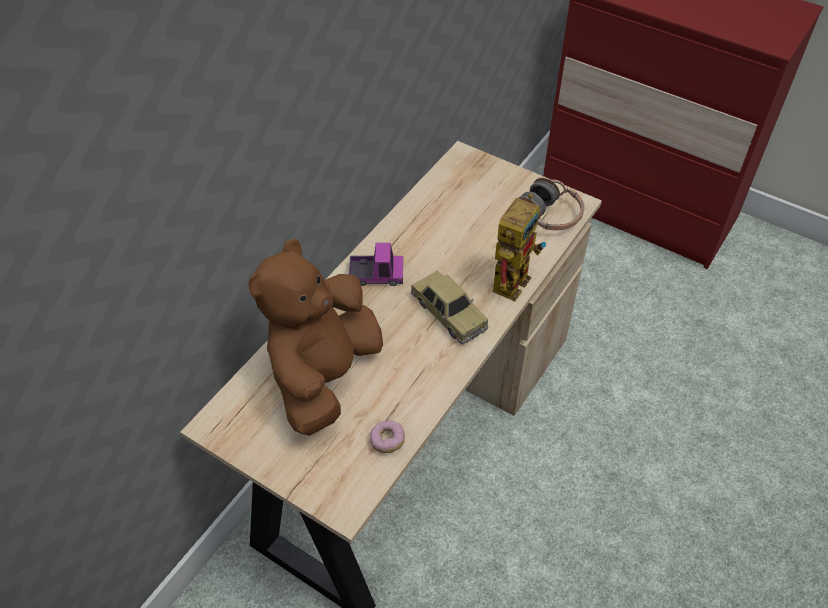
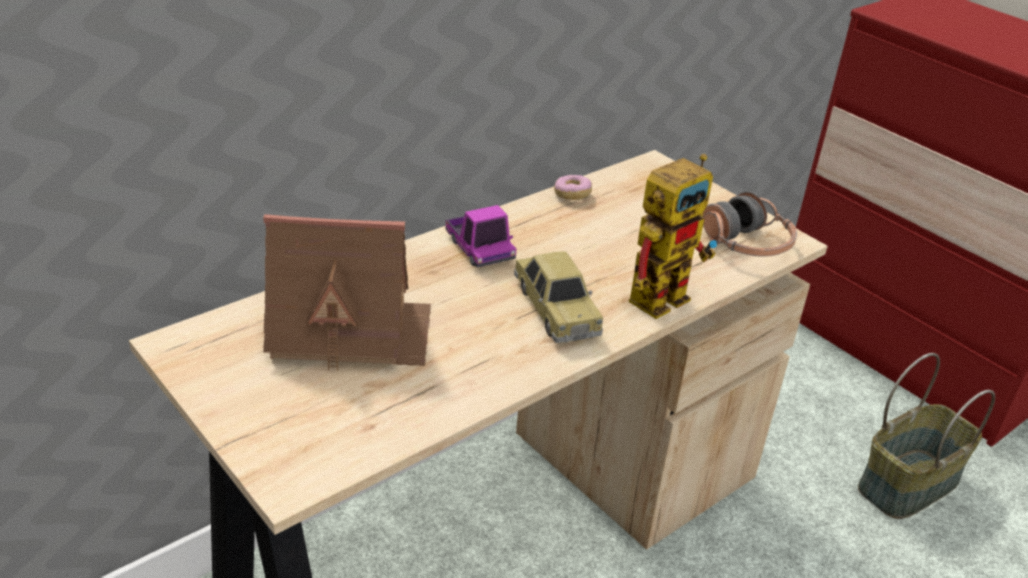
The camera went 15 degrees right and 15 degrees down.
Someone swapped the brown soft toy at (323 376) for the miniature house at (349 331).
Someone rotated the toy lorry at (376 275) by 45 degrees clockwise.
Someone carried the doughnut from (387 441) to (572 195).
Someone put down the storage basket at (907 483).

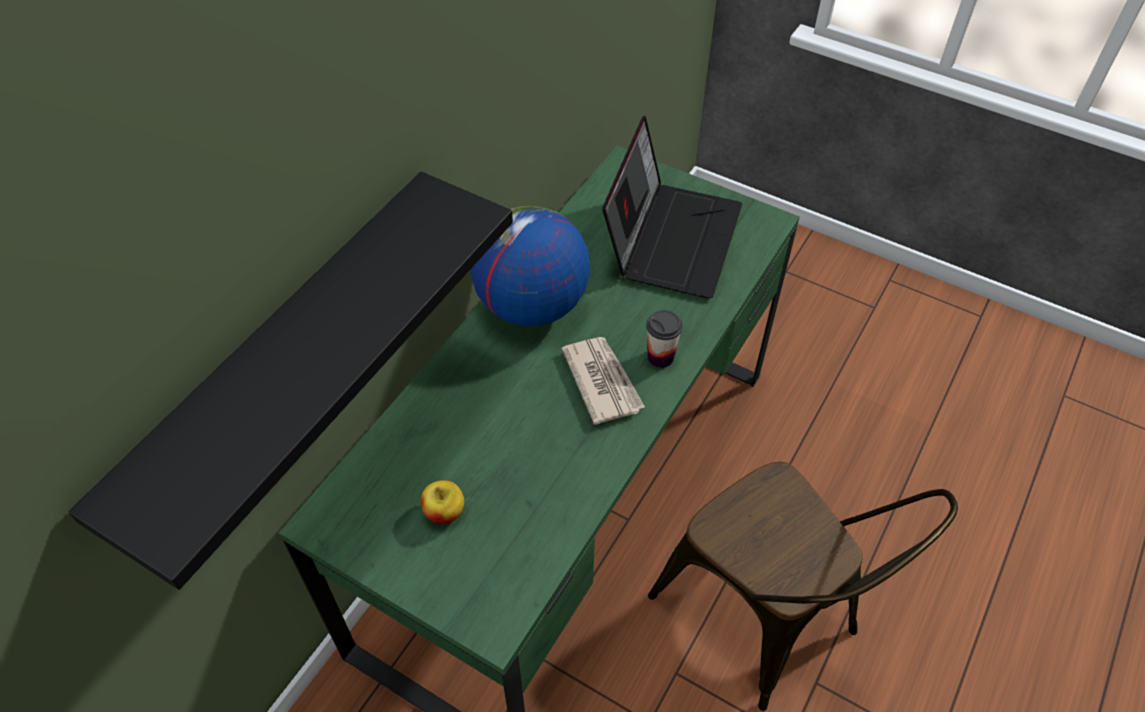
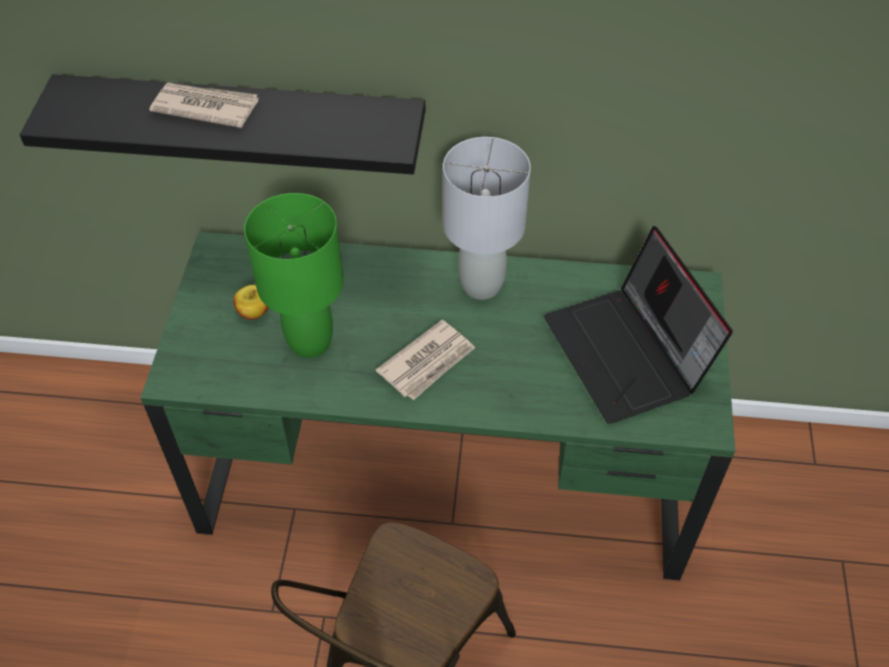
The camera went 65 degrees right and 0 degrees up.
Someone rotated the laptop at (671 237) by 75 degrees clockwise.
Someone swapped the world globe at (531 306) for the grey tabletop lamp at (480 286).
Someone took away the cup at (660 357).
Someone put down the daily paper at (205 107).
Someone put down the greenish tabletop lamp at (310 341).

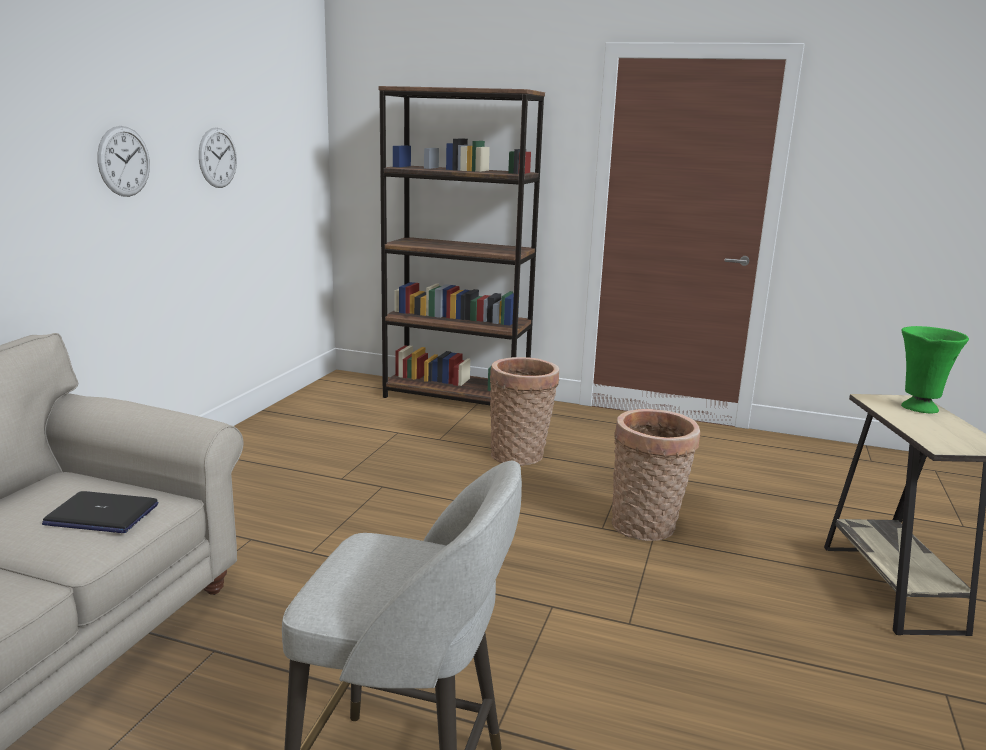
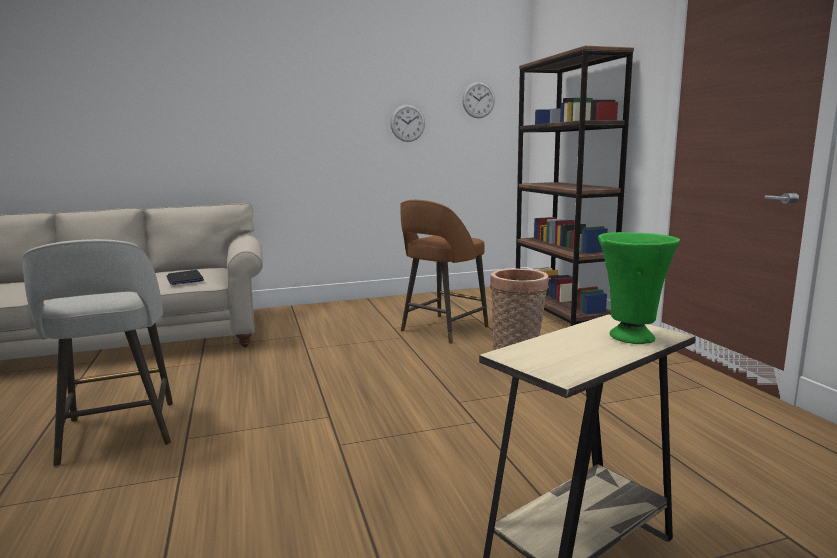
The camera went 55 degrees right and 5 degrees down.
Someone carried the clock on the wall from (124 161) to (478 100).
Someone took away the storage basket at (647 527).
Someone put down the brown sitting stool at (442 329).

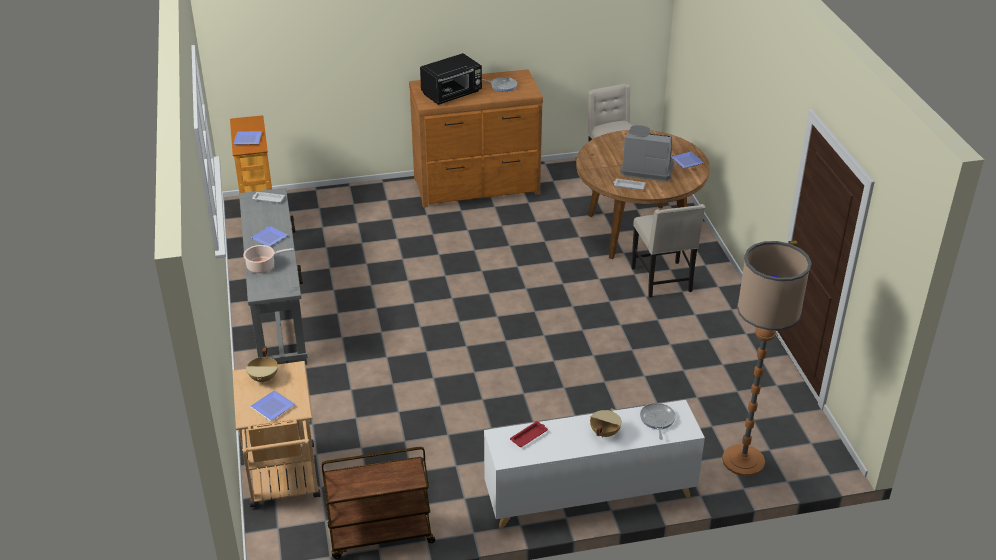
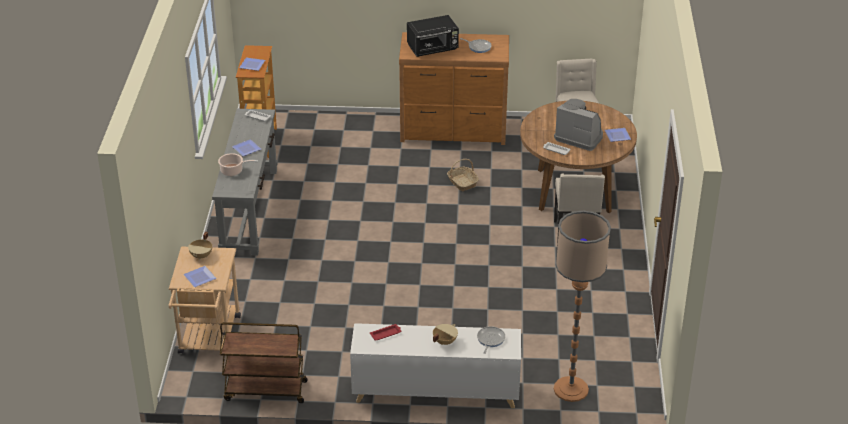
The camera went 15 degrees right and 0 degrees up.
Someone put down the storage basket at (462 182).

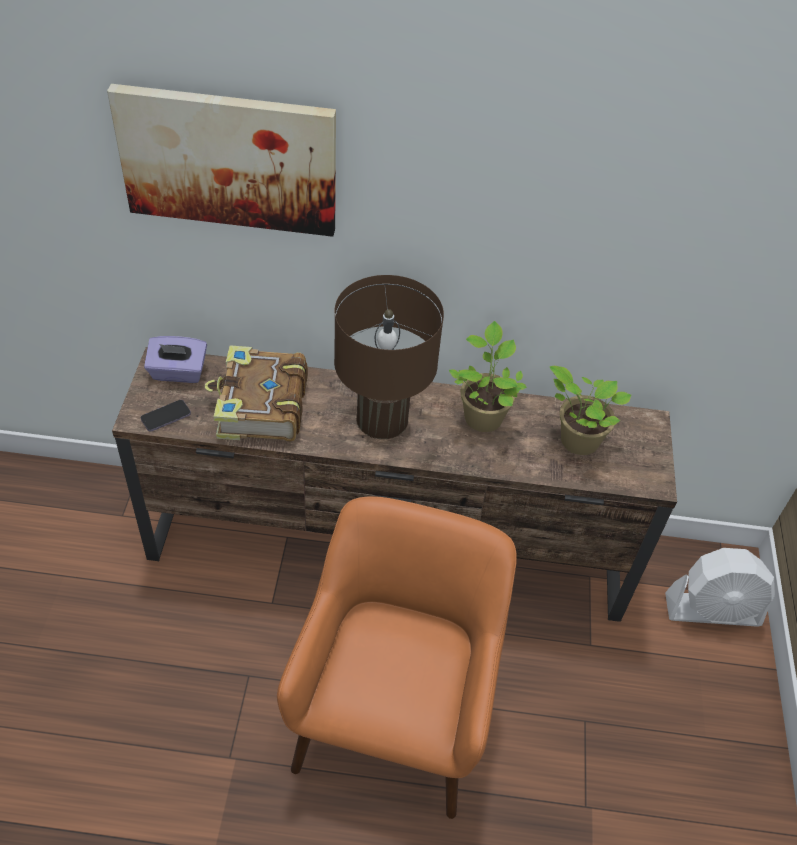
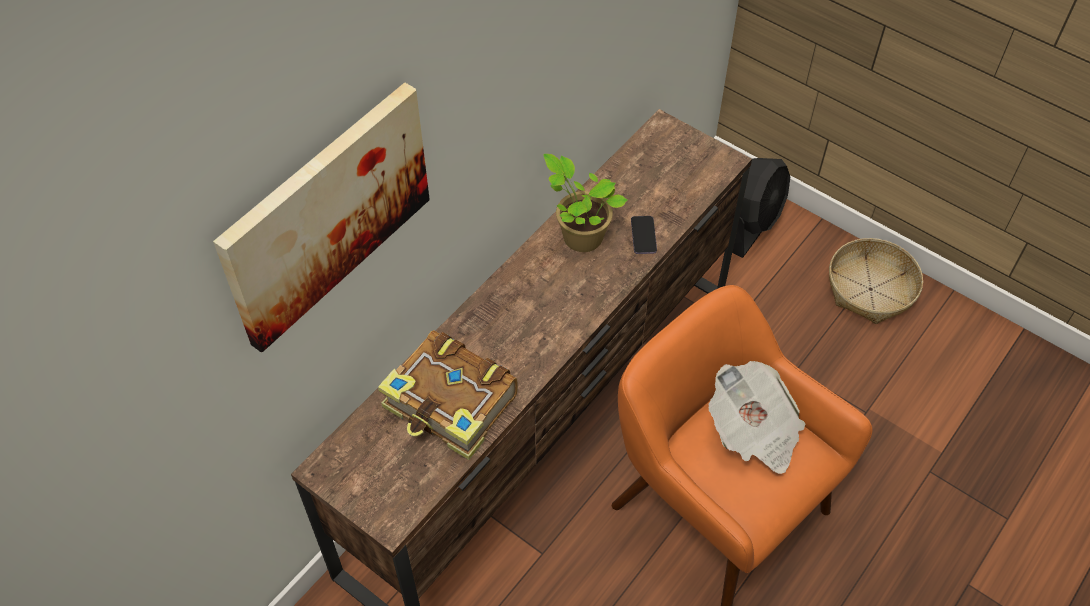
The camera went 55 degrees left and 5 degrees up.
Someone took away the brown tabletop lamp at (382 419).
Someone took away the purple tissue box at (178 373).
Someone took away the houseplant at (576 440).
Someone carried the handset from (166 417) to (643 236).
Someone repainted the whitish fan at (712 610), which became the blackish fan at (750 224).
Someone put down the storage basket at (870 289).
Someone put down the daily paper at (754 431).

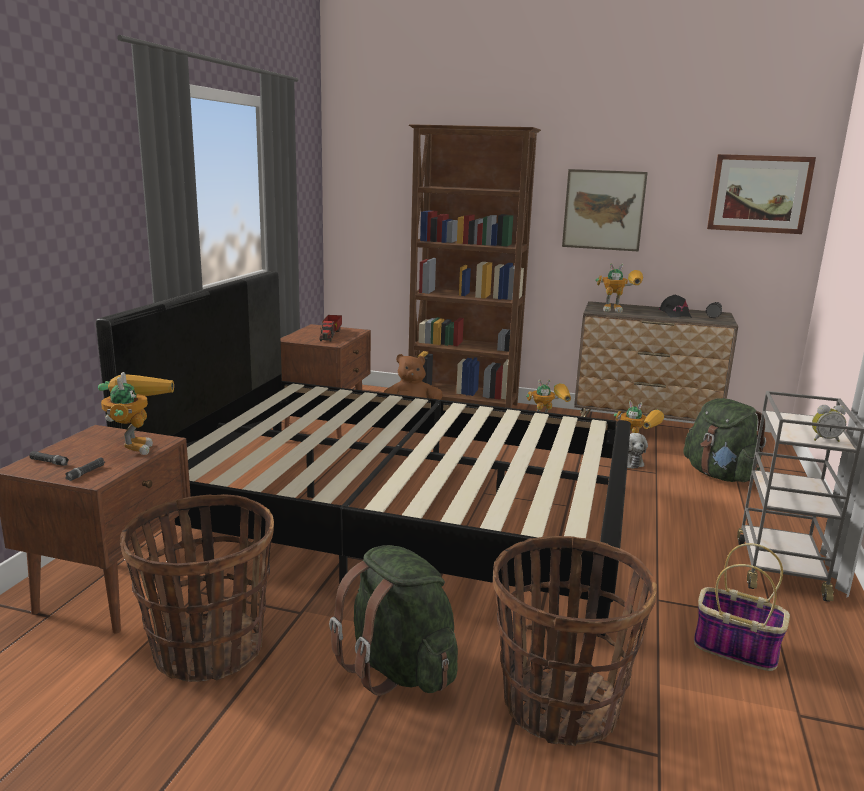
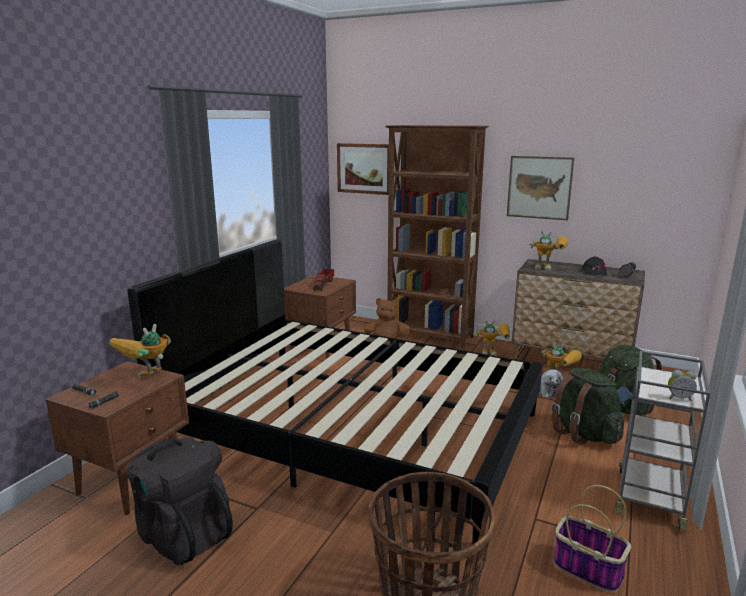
The camera went 10 degrees right and 0 degrees up.
Someone carried the picture from (759 194) to (364 168).
Someone rotated the robot figure at (135 444) by 150 degrees counterclockwise.
Someone swapped the storage basket at (207 650) for the blackish backpack at (183 534).
Someone carried the greenish backpack from (398 668) to (584 434).

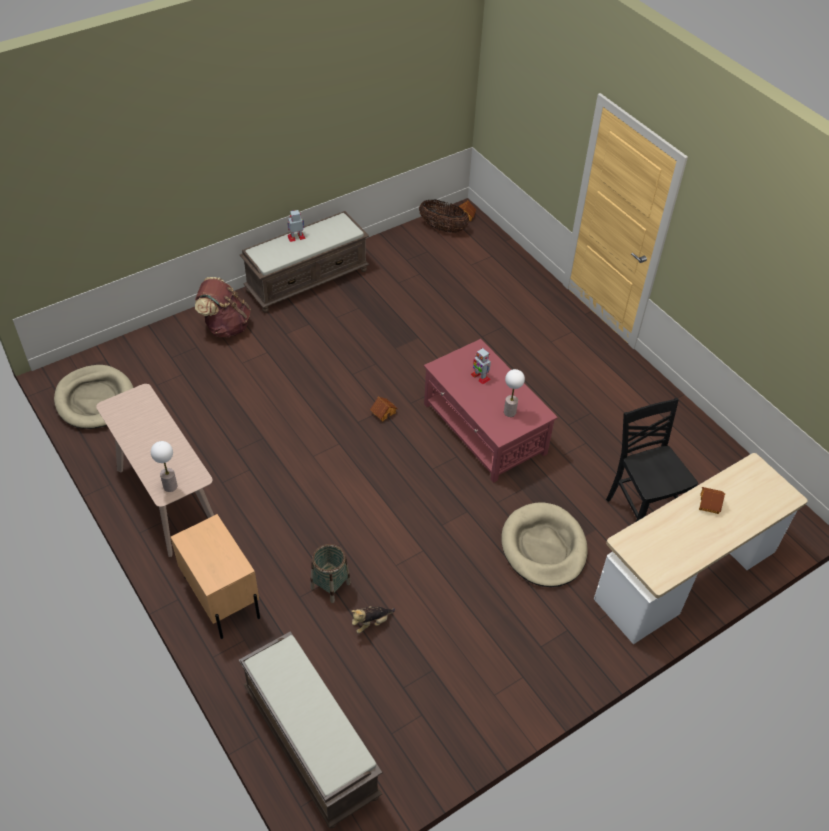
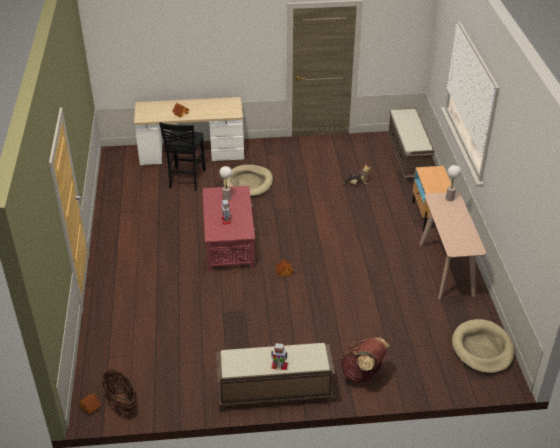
The camera went 150 degrees left and 10 degrees down.
Someone took away the storage basket at (330 585).

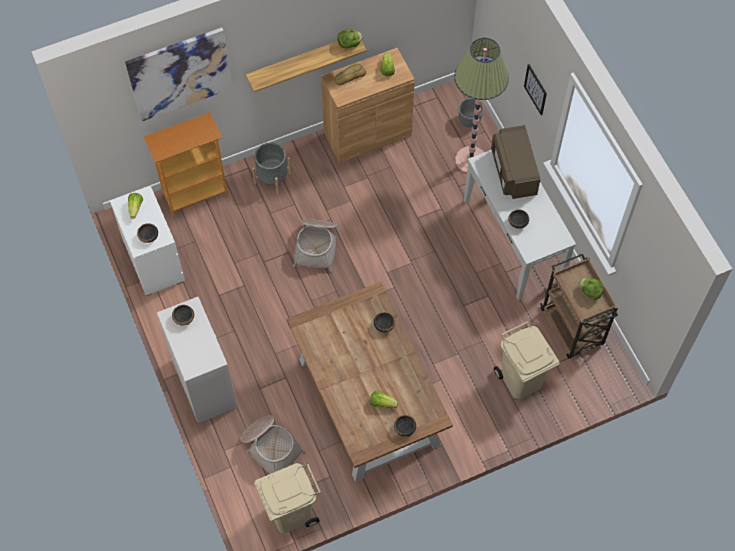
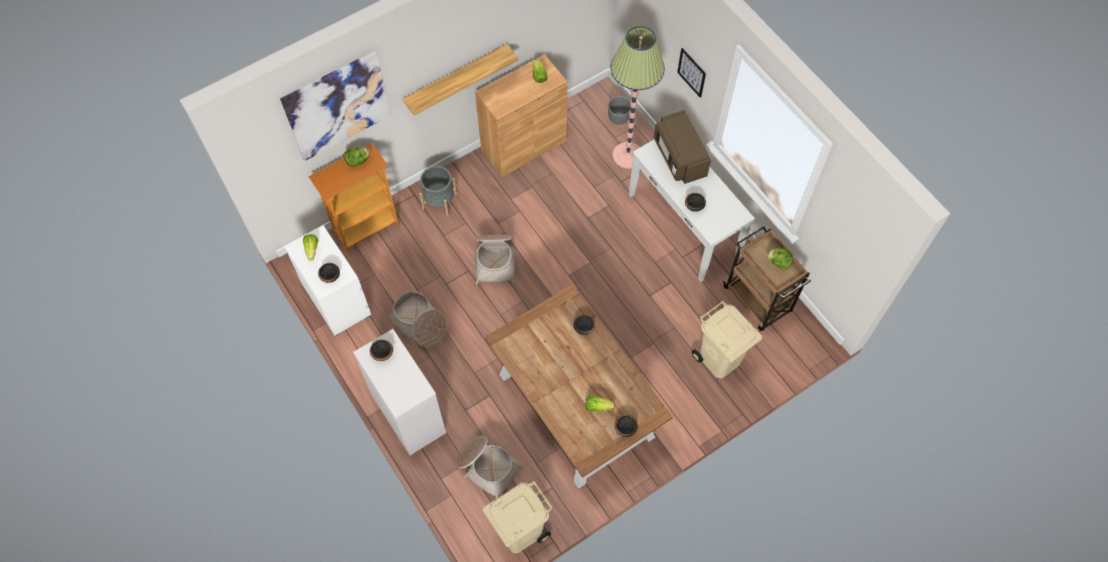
The camera went 10 degrees left and 0 degrees up.
Someone carried the head of lettuce from (349 44) to (358 161).
Someone took away the baked bread at (349 76).
Someone put down the storage basket at (419 323).

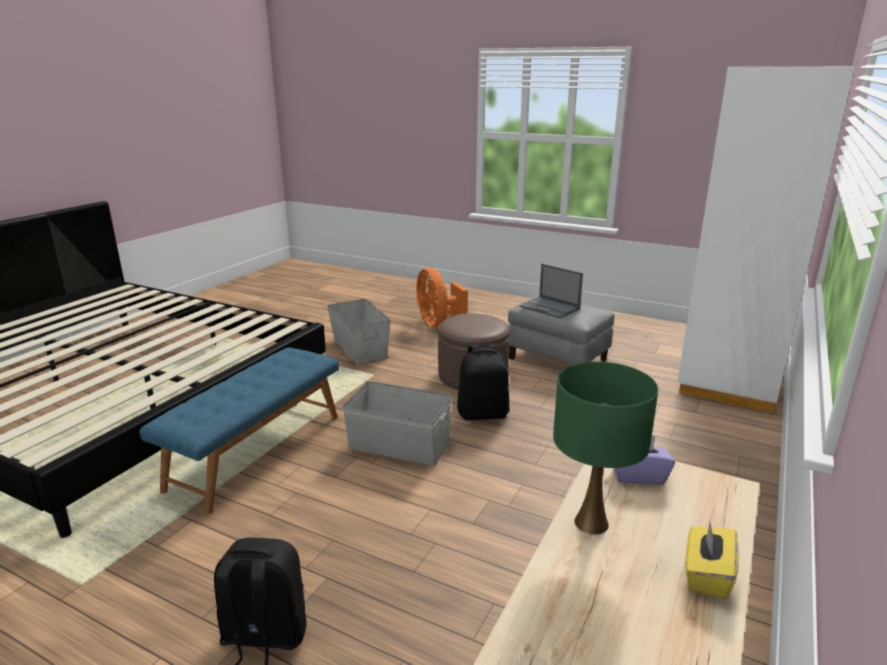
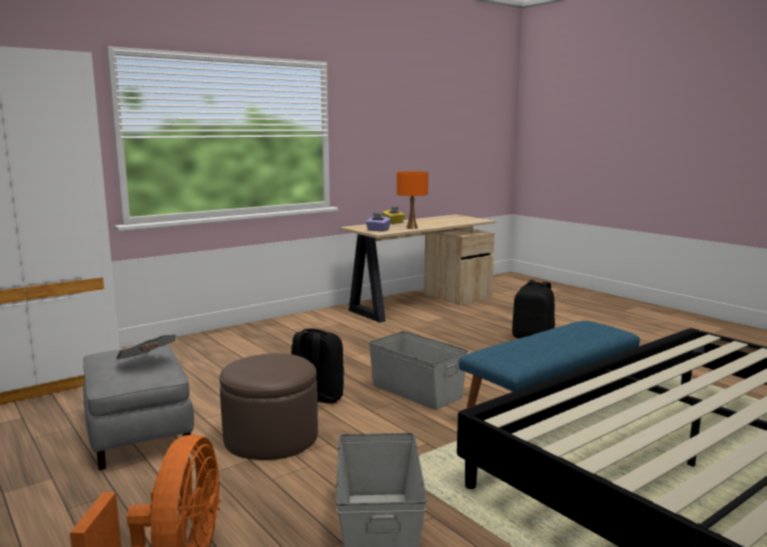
The camera went 155 degrees left and 10 degrees down.
Someone swapped the laptop at (550 308) for the daily paper at (147 363).
Someone repainted the greenish tabletop lamp at (591 523), which became the orangey tabletop lamp at (412 228).

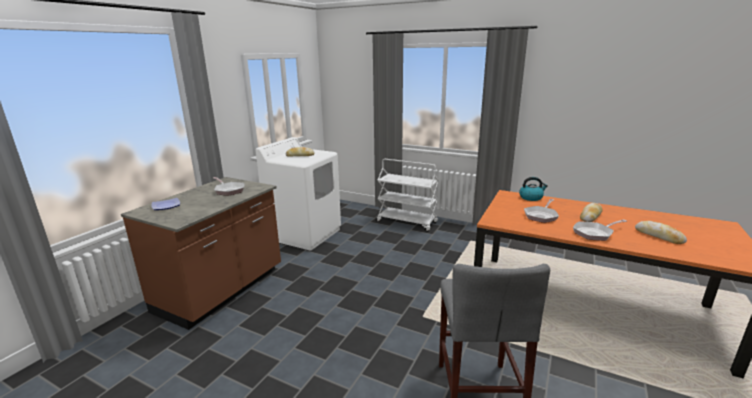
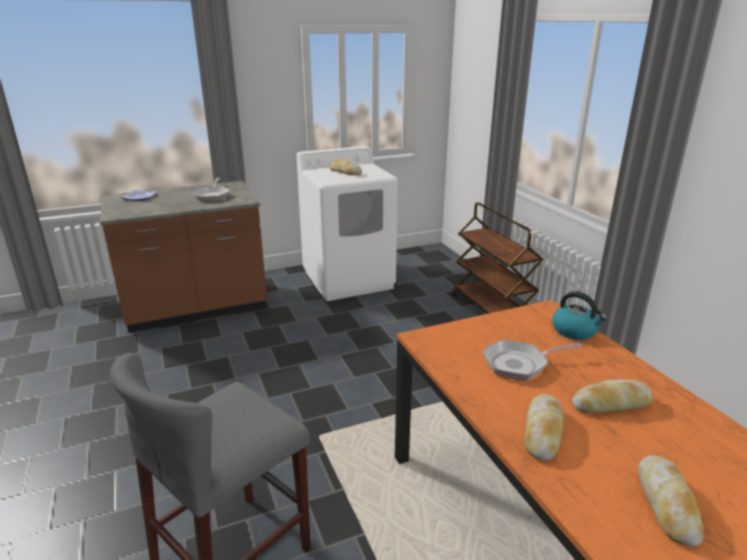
The camera went 40 degrees right and 5 degrees up.
Someone repainted the whitish cart at (407 222), which became the brown cart at (491 311).
Someone swapped the frying pan at (594 233) for the baked bread at (542 432).

